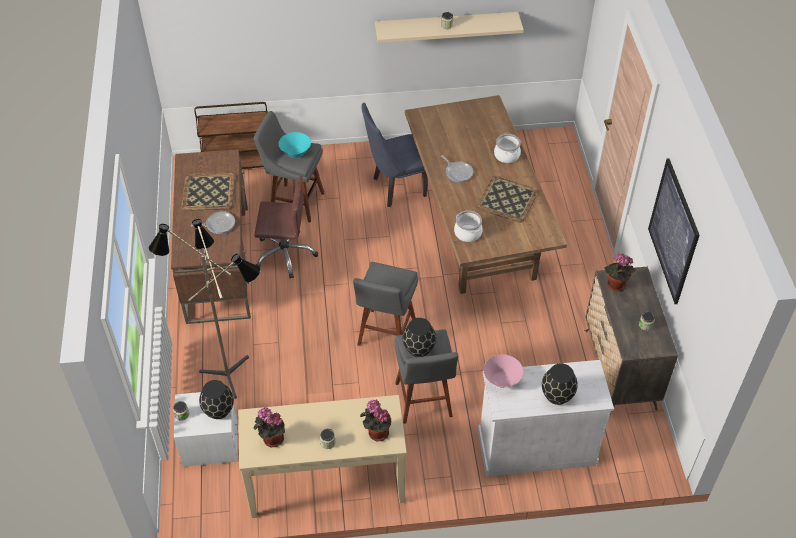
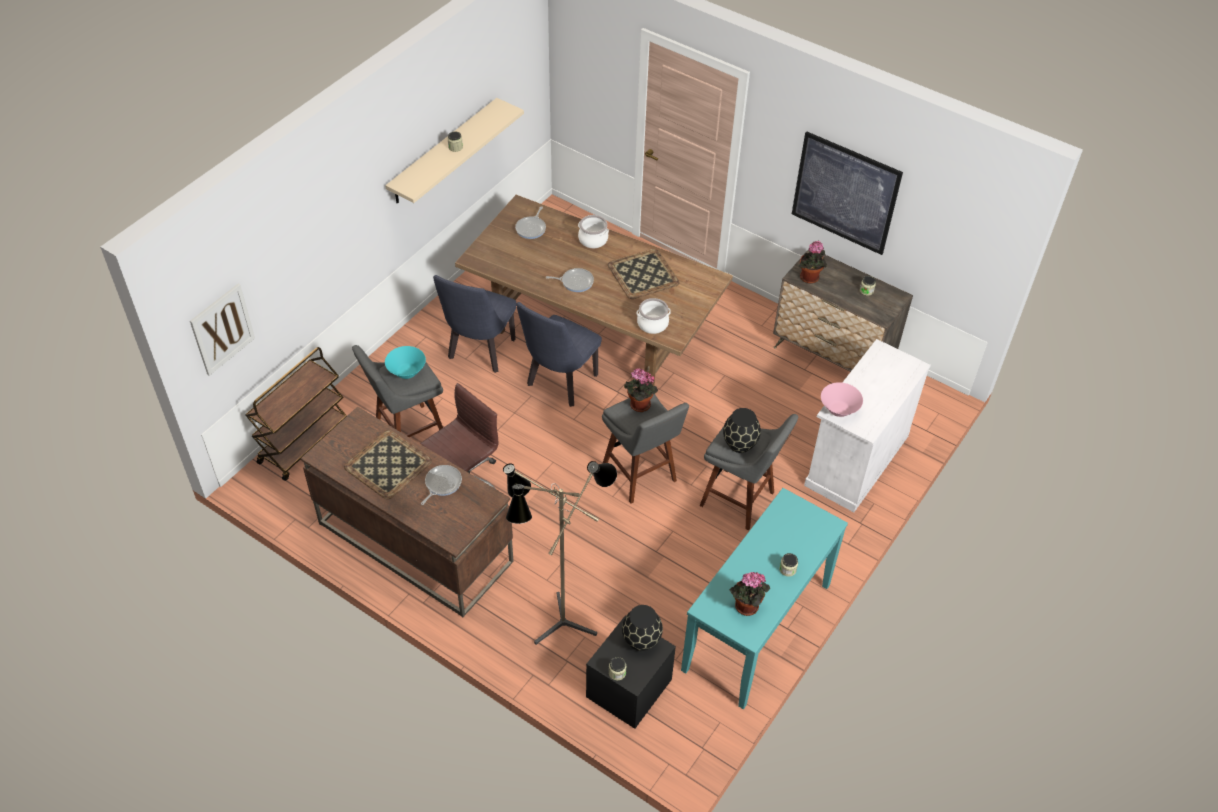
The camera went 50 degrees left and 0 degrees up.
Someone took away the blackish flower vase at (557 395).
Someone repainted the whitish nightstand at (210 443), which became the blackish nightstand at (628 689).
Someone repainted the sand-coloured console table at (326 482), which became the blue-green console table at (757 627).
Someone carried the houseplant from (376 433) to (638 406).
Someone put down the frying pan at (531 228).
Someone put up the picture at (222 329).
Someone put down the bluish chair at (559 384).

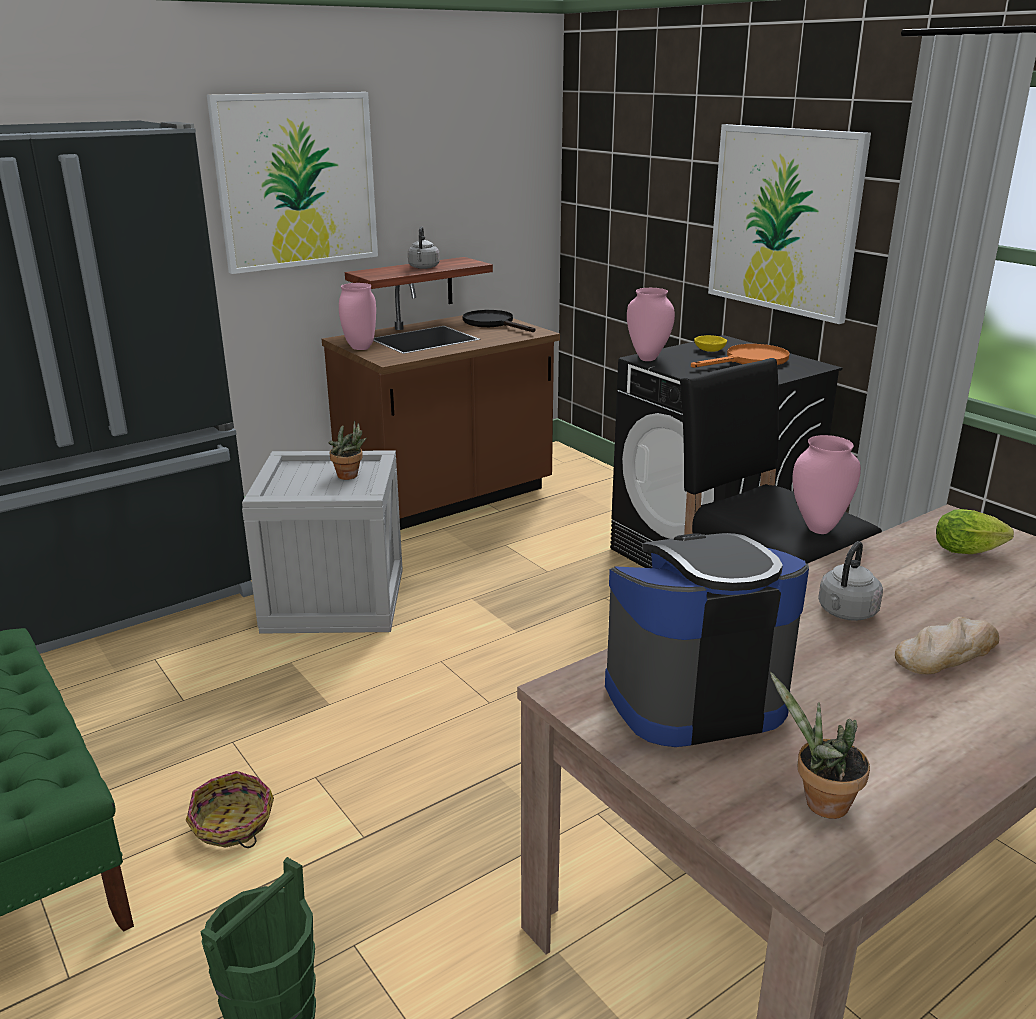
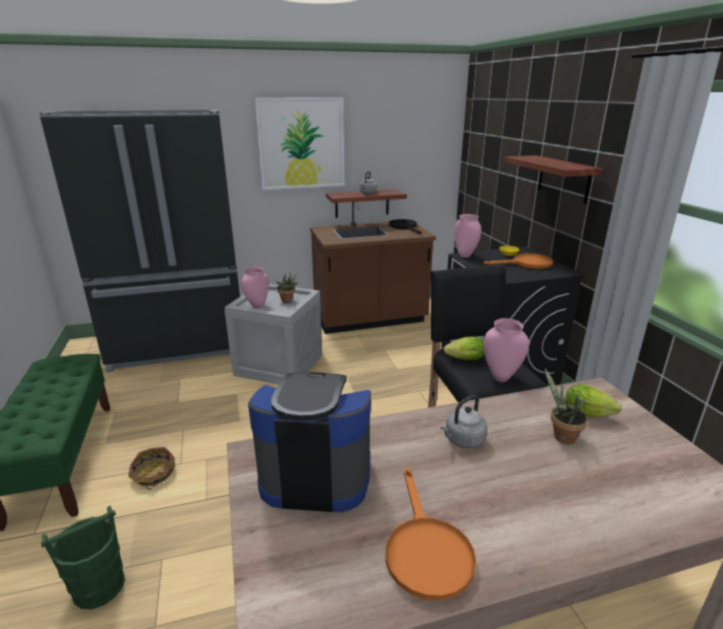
The camera went 20 degrees right and 0 degrees up.
Someone swapped the picture at (784 220) for the bracket shelf at (563 179).
Someone carried the pink flower vase from (361 348) to (257 306).
Someone took away the baked bread at (946 651).
Someone carried the houseplant from (819 803) to (561 436).
Someone put down the head of lettuce at (462 359).
Someone put down the orangey frying pan at (425 549).

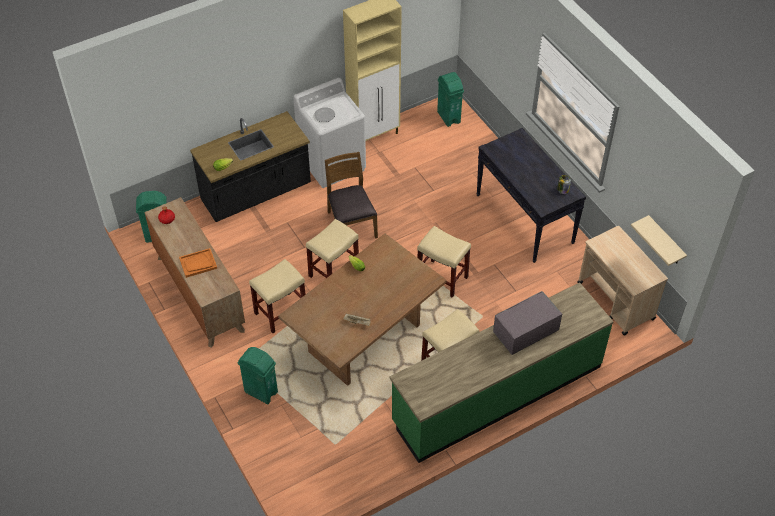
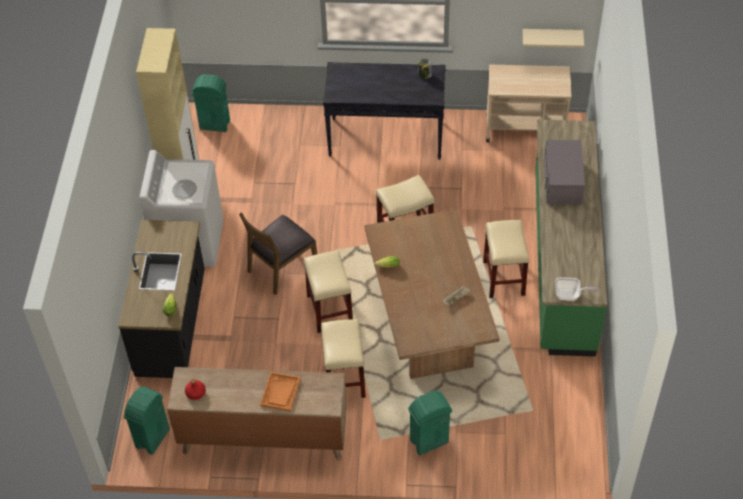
The camera went 55 degrees left and 0 degrees up.
Someone rotated the brown chair at (351 224) by 60 degrees counterclockwise.
Someone put down the frying pan at (570 295).

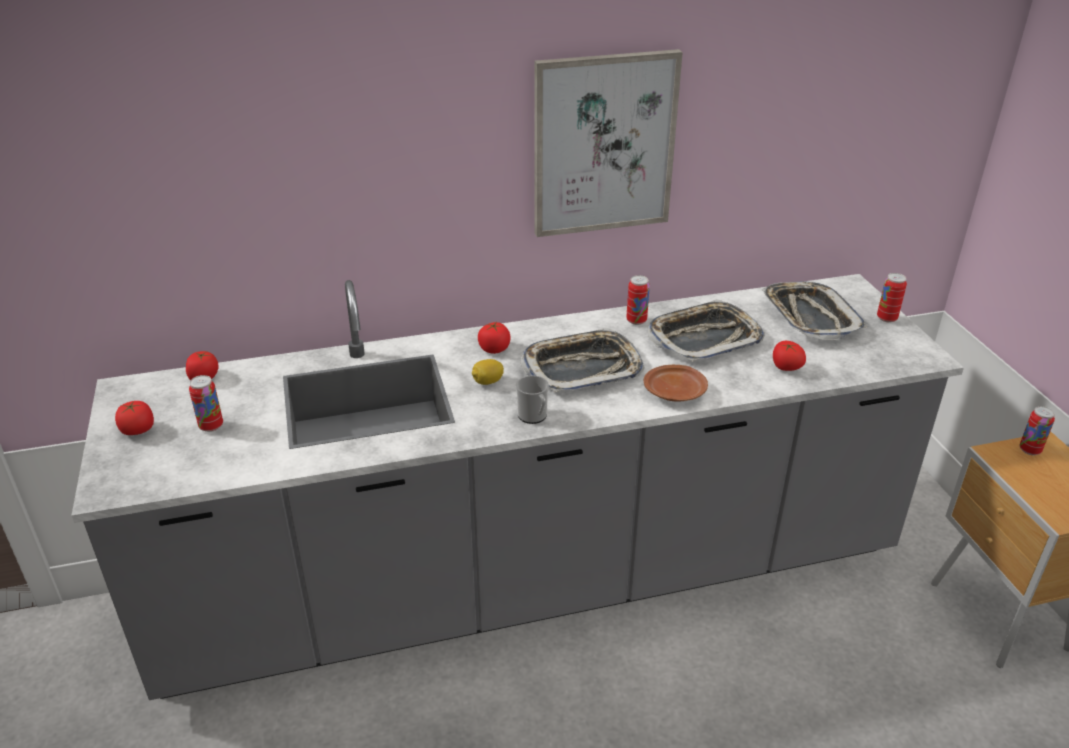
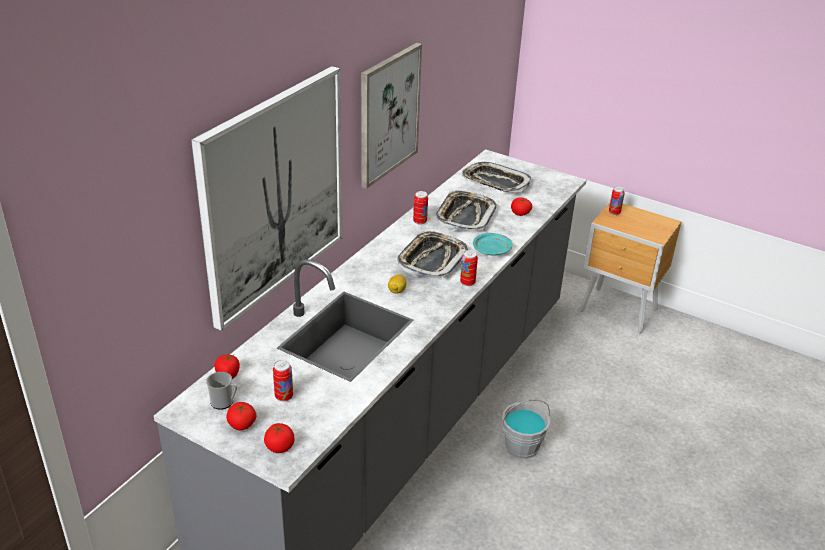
The camera went 45 degrees left and 0 degrees up.
Someone carried the metal can from (886 318) to (467 282).
Someone carried the tomato from (494 349) to (280 446).
Someone repainted the brown plate at (675 392), which became the blue-green plate at (492 250).
Someone carried the coffee mug from (534 417) to (224 402).
Someone put up the picture at (273 194).
Someone put down the grey pail at (522 446).

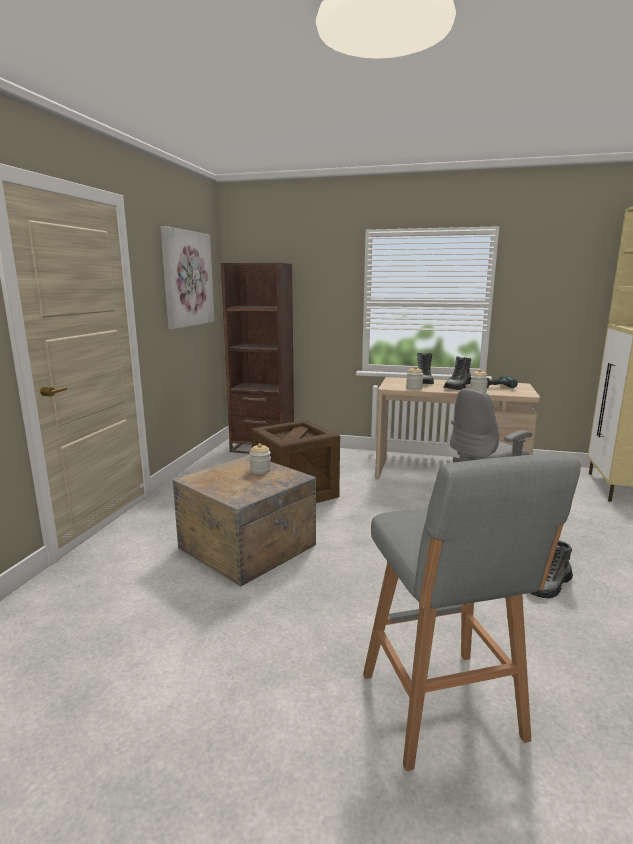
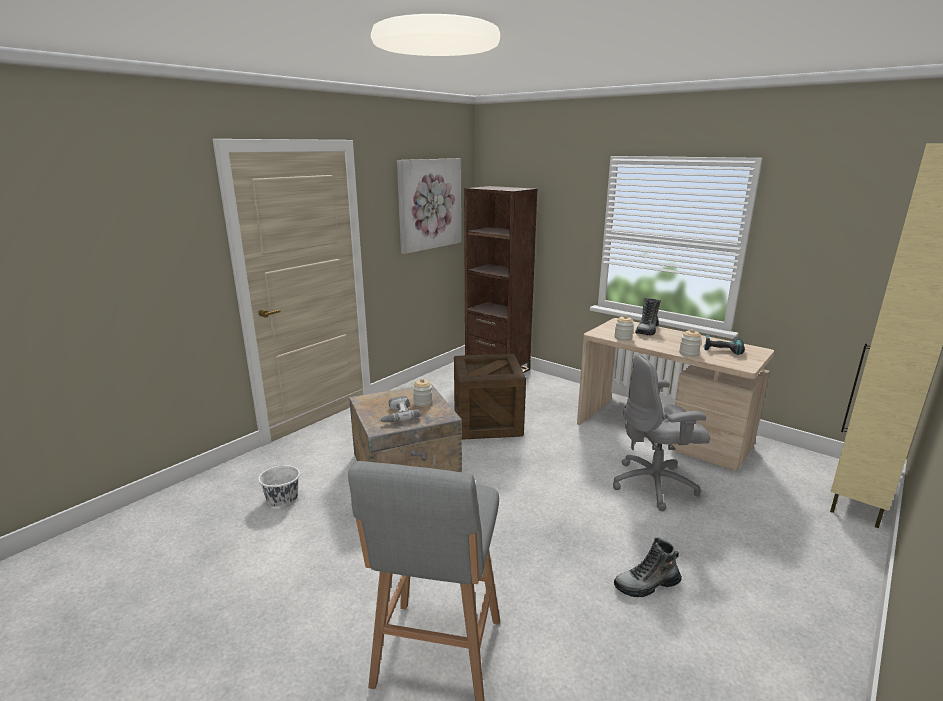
The camera went 25 degrees right and 5 degrees up.
Someone took away the high-top boot at (458 387).
Someone put down the power drill at (396 415).
Someone put down the whitish pail at (282 498).

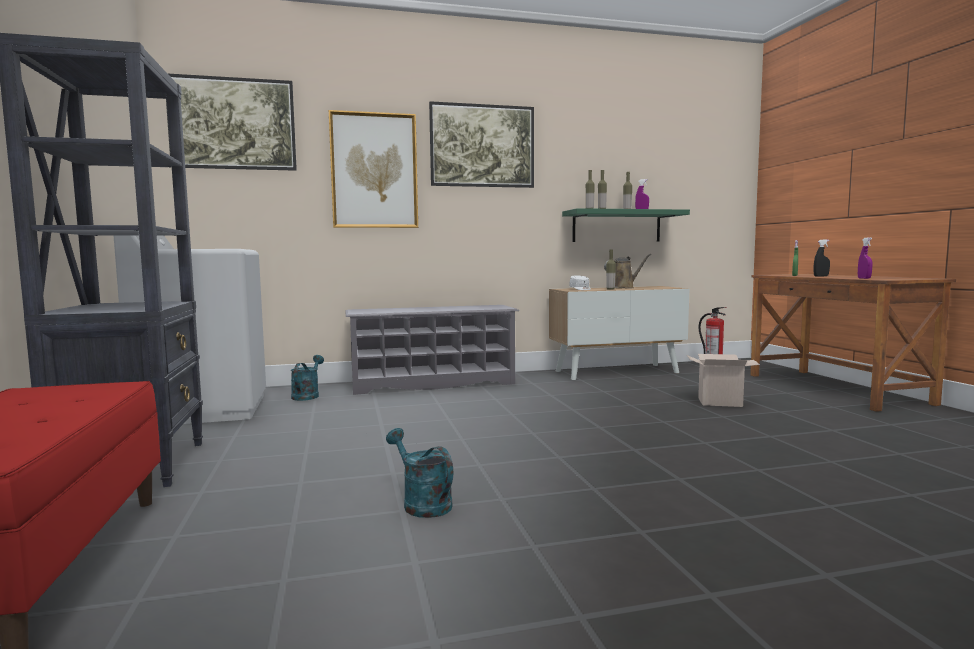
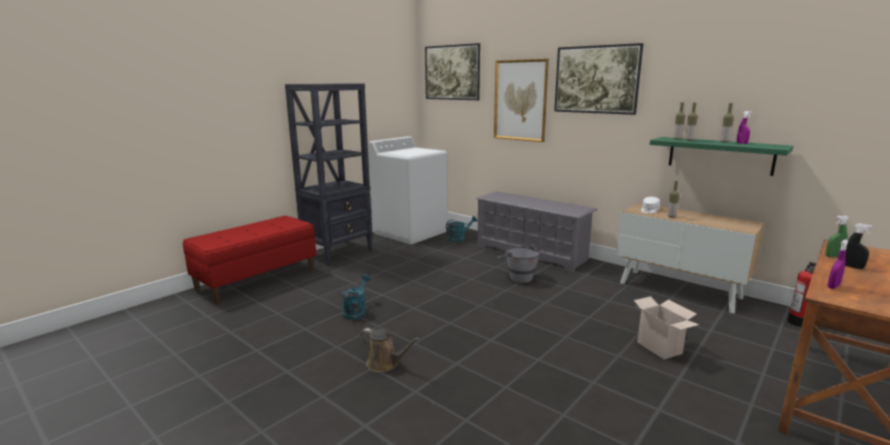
The camera went 55 degrees right and 10 degrees up.
Someone carried the brown sprinkling can from (623 287) to (385 364).
Someone put down the grey pail at (517 277).

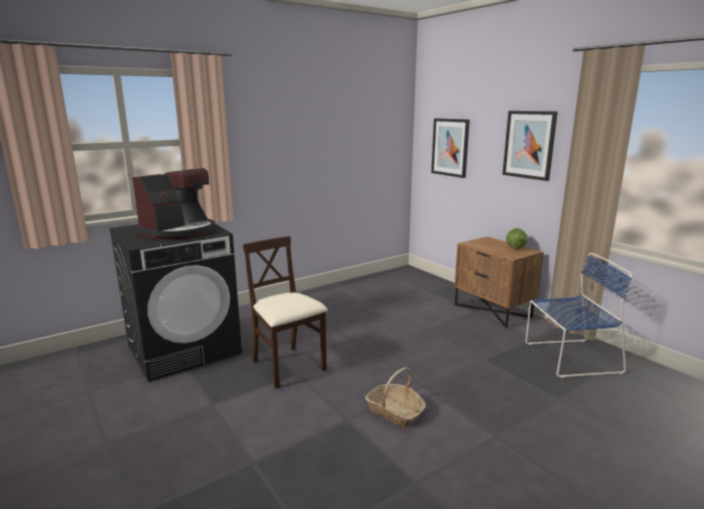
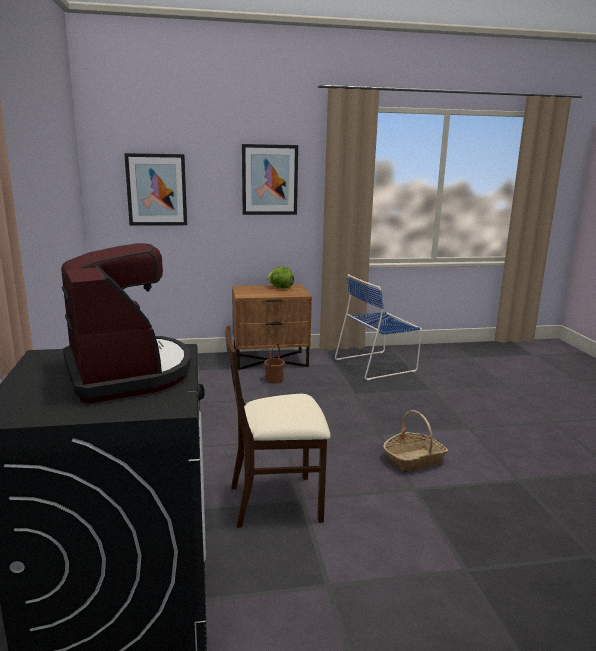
The camera went 65 degrees left and 0 degrees up.
Someone rotated the bluish chair at (569 358) by 135 degrees counterclockwise.
Someone put down the brown pail at (274 379).

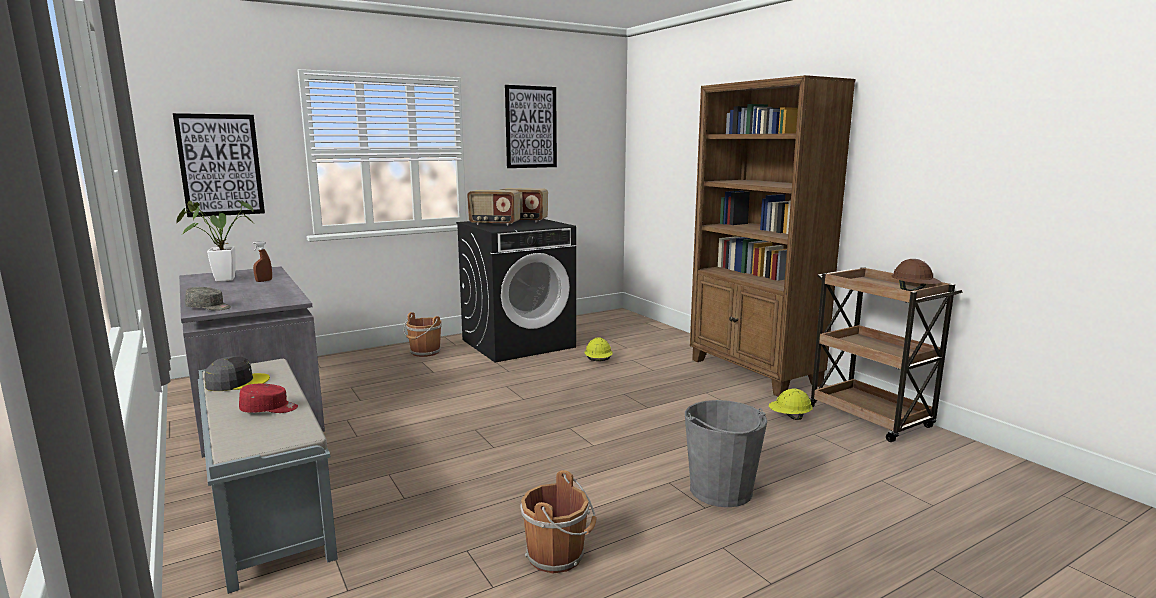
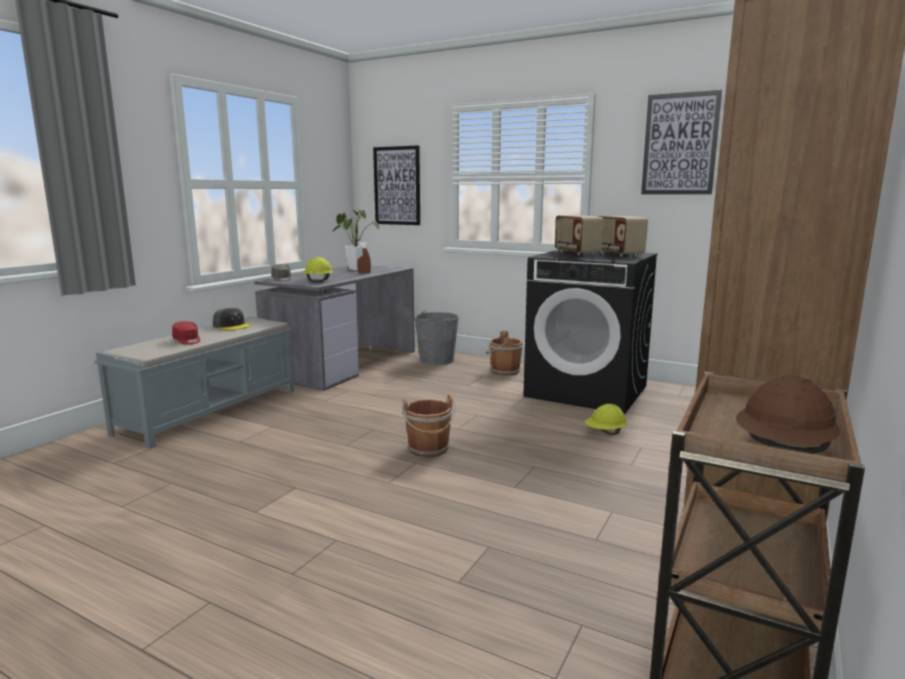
The camera went 60 degrees right and 0 degrees up.
Someone carried the yellow-coloured safety helmet from (789 417) to (317 281).
Someone carried the grey pail from (721 491) to (436 360).
Someone carried the brown pail from (558 556) to (429 449).

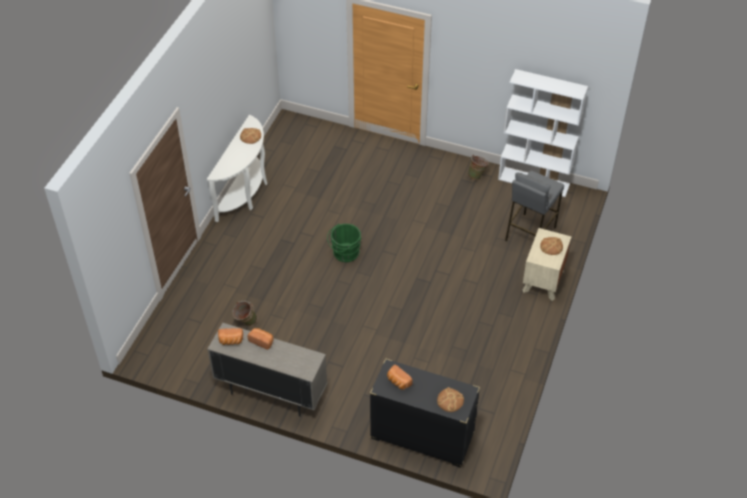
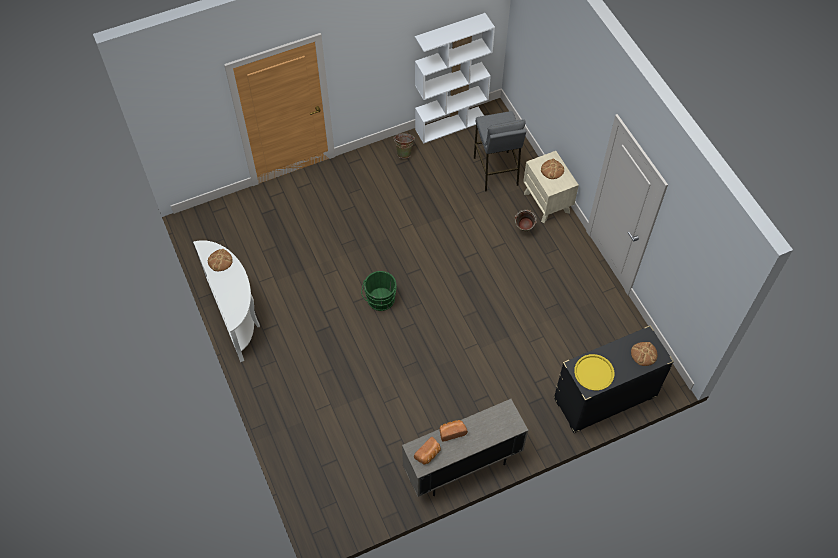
The camera went 45 degrees left and 10 degrees up.
Someone carried the greenish pail from (245 323) to (523 230).
Someone swapped the baked bread at (398 382) for the yellow-coloured serving tray at (594 372).

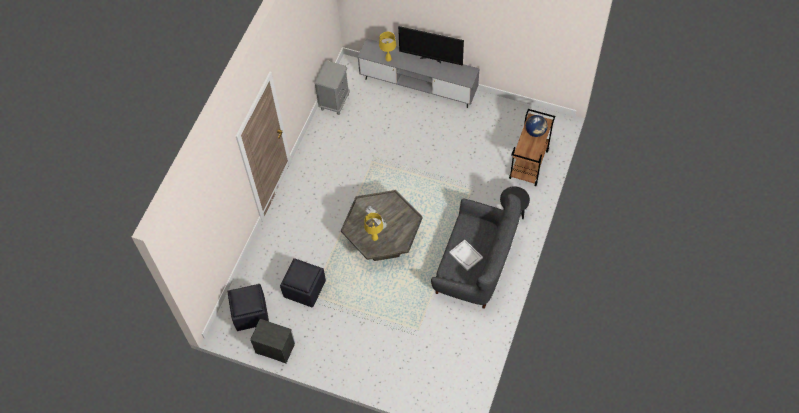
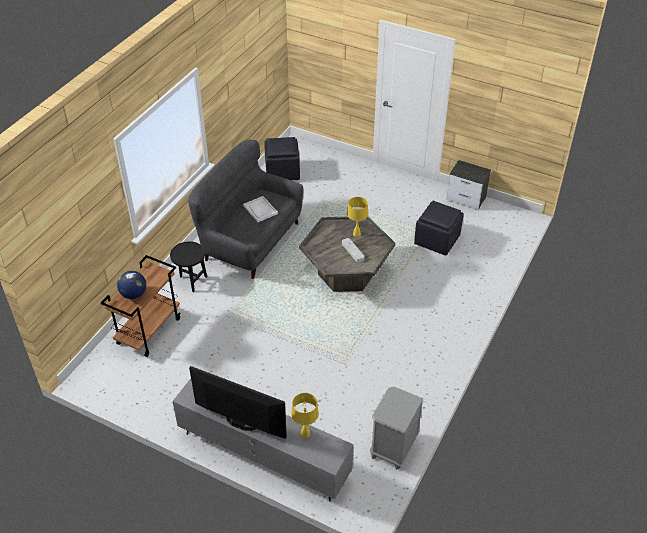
The camera went 175 degrees left and 15 degrees down.
Someone carried the blackish footrest from (250 314) to (283 171).

